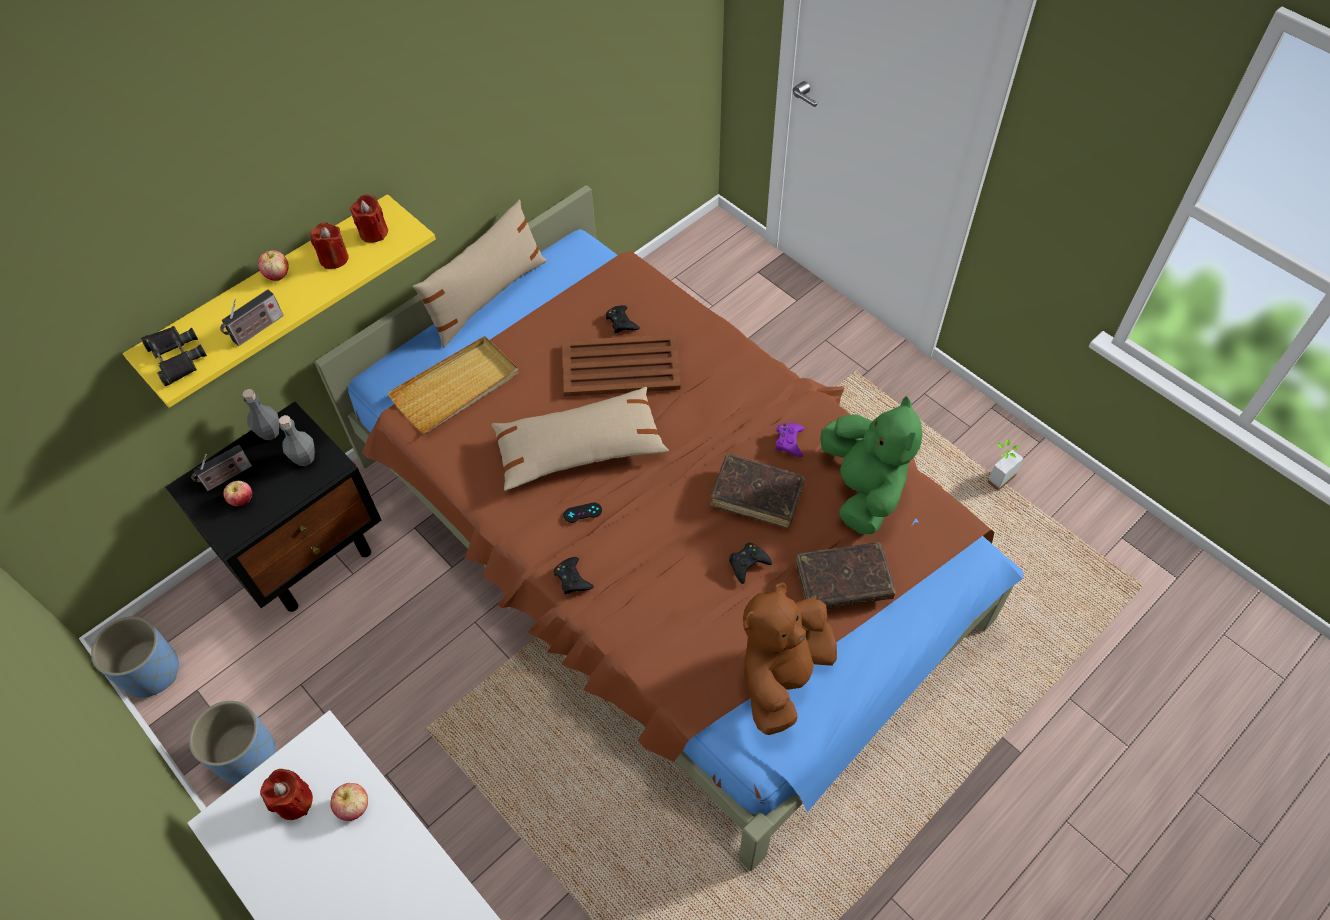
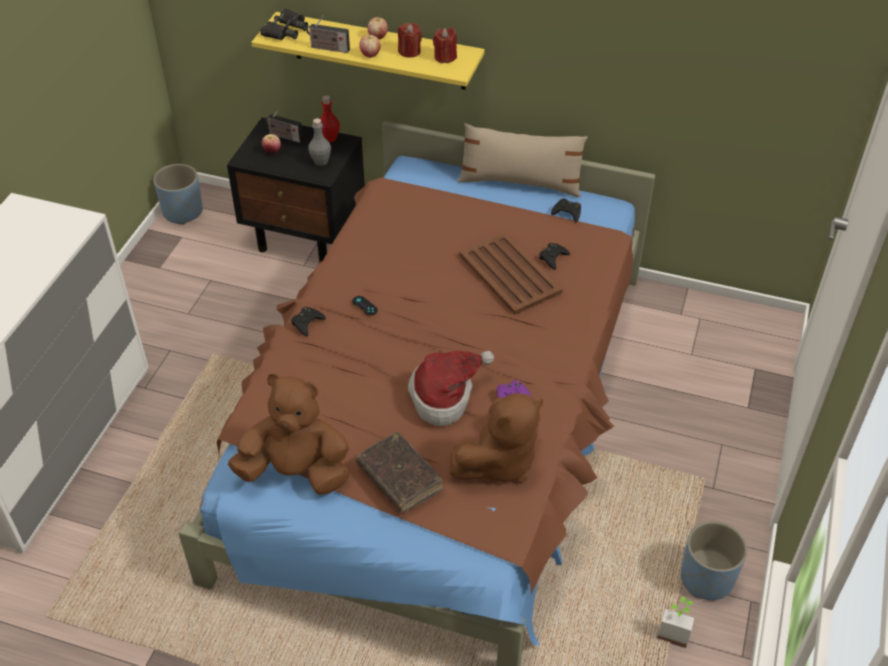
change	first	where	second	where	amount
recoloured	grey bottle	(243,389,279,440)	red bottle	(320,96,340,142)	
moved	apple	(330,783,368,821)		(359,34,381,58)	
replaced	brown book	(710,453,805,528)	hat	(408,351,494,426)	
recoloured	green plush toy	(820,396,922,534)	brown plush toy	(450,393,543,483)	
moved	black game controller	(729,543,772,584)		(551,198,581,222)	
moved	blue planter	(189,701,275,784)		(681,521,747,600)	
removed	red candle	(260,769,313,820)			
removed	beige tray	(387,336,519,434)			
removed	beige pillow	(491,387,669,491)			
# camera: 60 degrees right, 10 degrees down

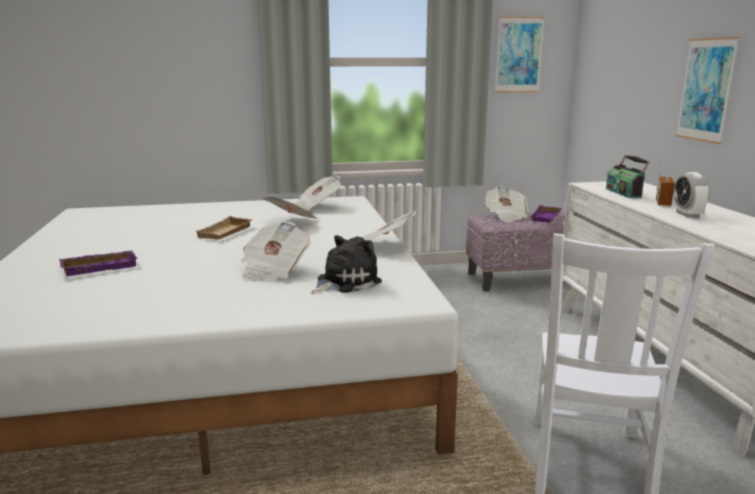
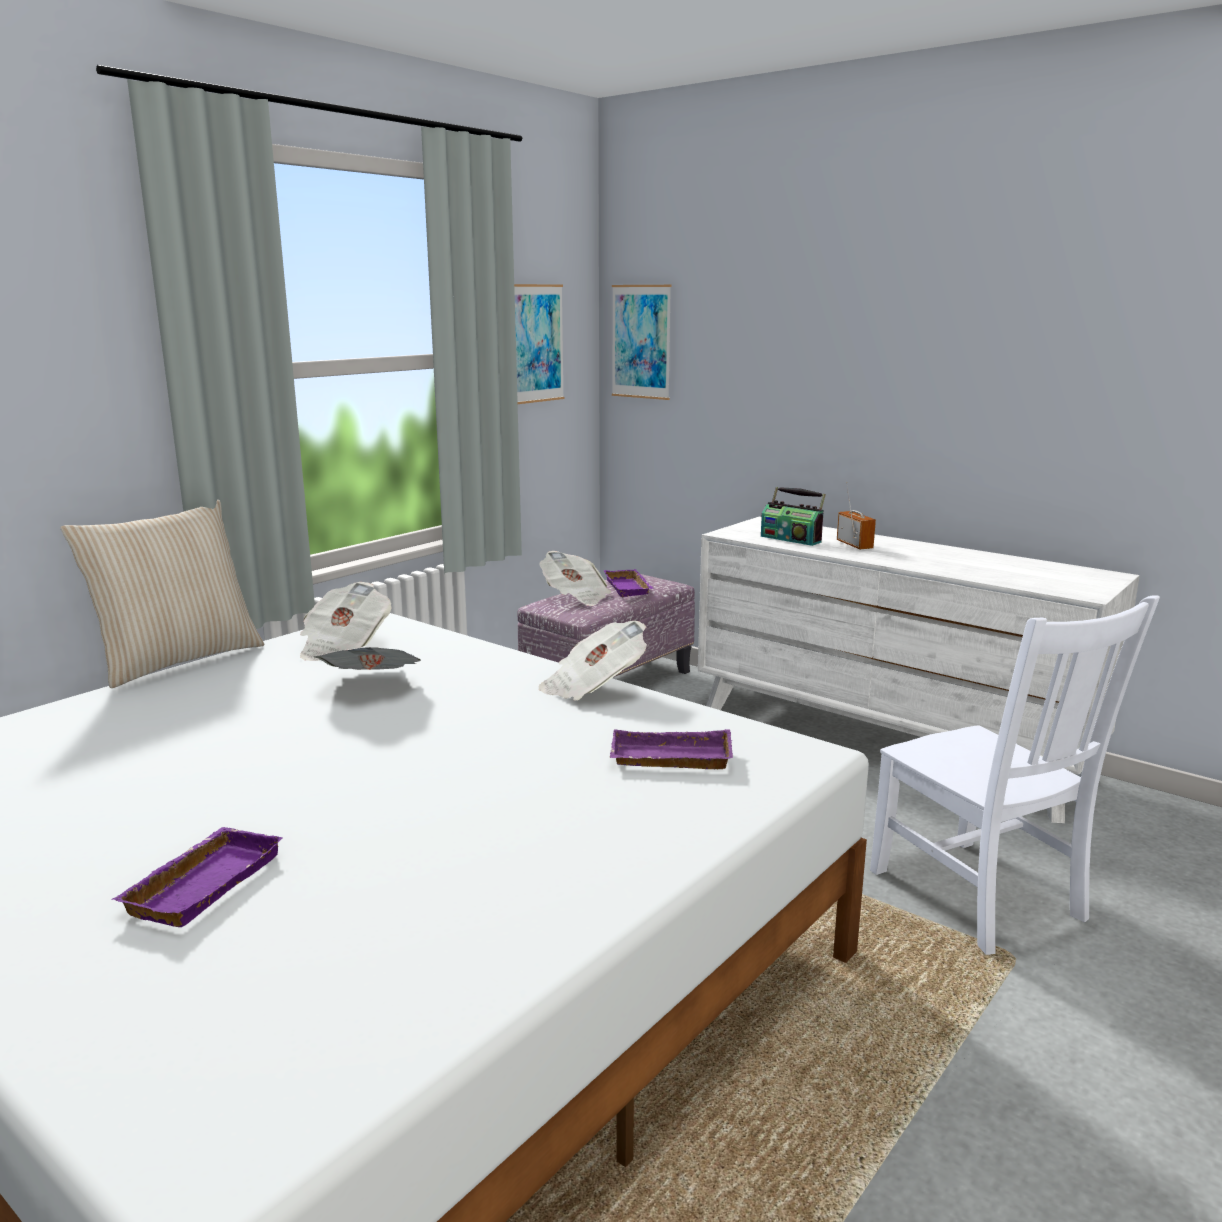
change	first	where	second	where	amount
added			beige pillow	(61,500,264,688)	
replaced	plush toy	(311,235,382,294)	purple tray	(609,729,733,769)	
moved	picture	(675,37,740,144)		(612,285,671,400)	
removed	beige tray	(197,216,253,240)			
removed	newspaper	(241,222,310,282)			
removed	alarm clock	(673,172,710,218)			
# camera: 40 degrees left, 0 degrees up

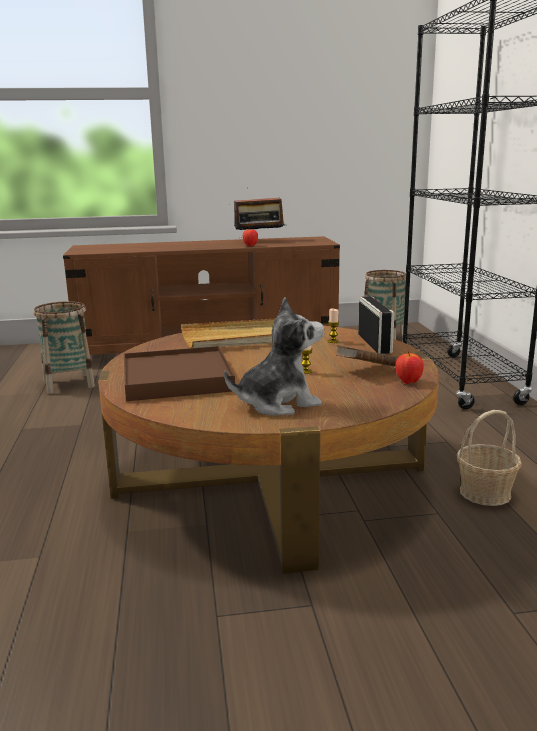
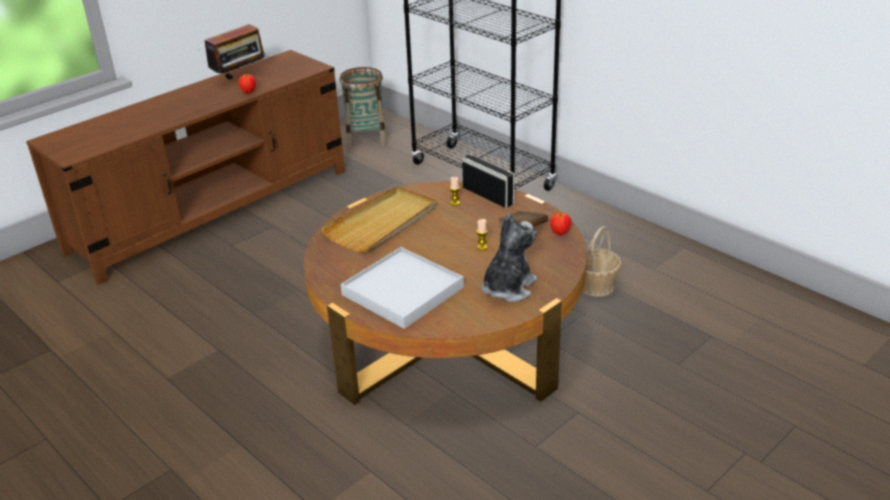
change	first	where	second	where	amount
recoloured	brown tray	(124,346,235,401)	white tray	(341,247,464,329)	
removed	basket	(34,301,95,394)			
# camera: 35 degrees left, 15 degrees up

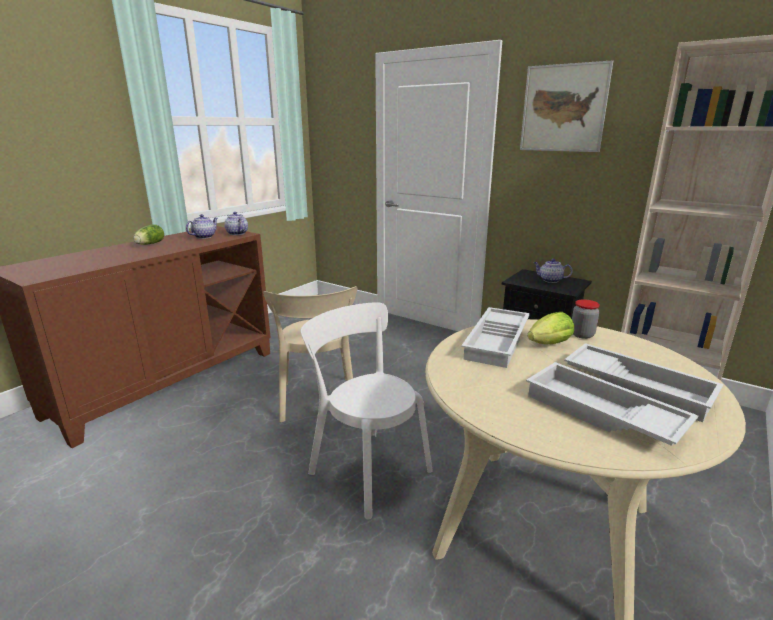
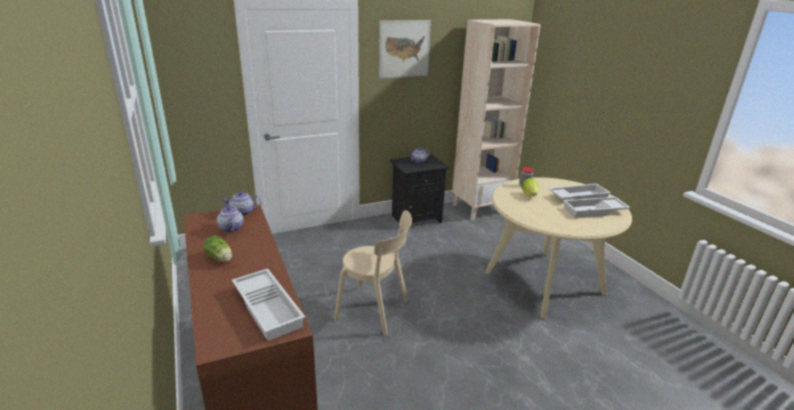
change	first	where	second	where	amount
moved	white tray	(461,307,530,368)		(232,269,306,341)	
removed	white chair	(301,302,433,519)			
# camera: 60 degrees left, 5 degrees up

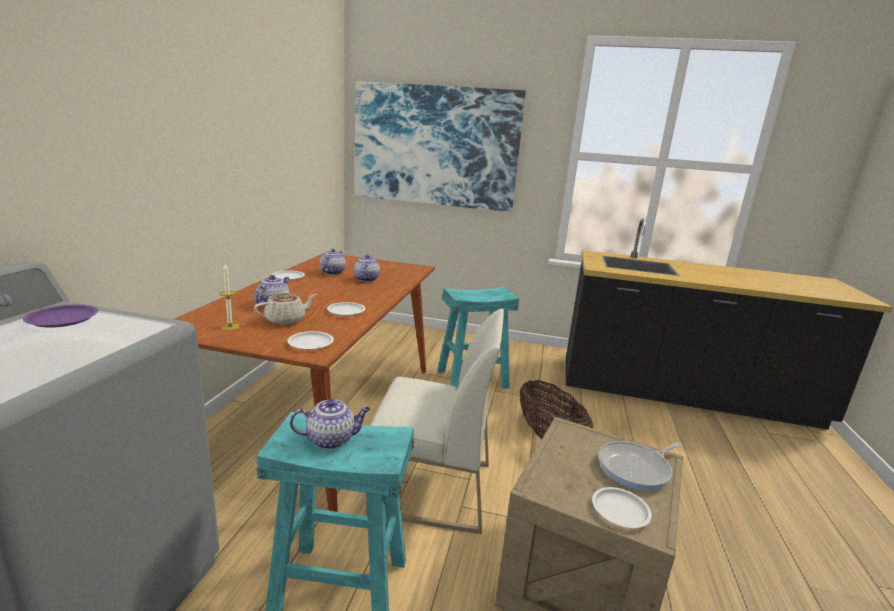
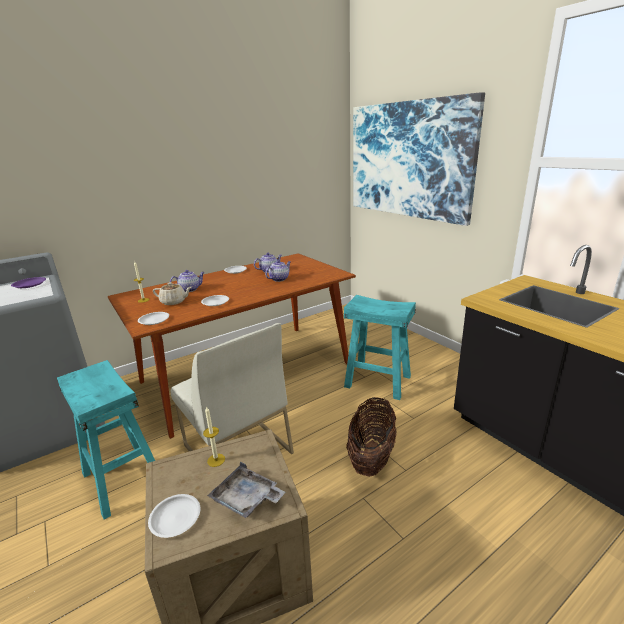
change	first	where	second	where	amount
added			candle	(203,406,225,467)	
replaced	frying pan	(598,441,683,491)	grey tray	(207,462,285,518)	
removed	teapot	(290,399,371,449)			
# camera: 45 degrees right, 5 degrees up

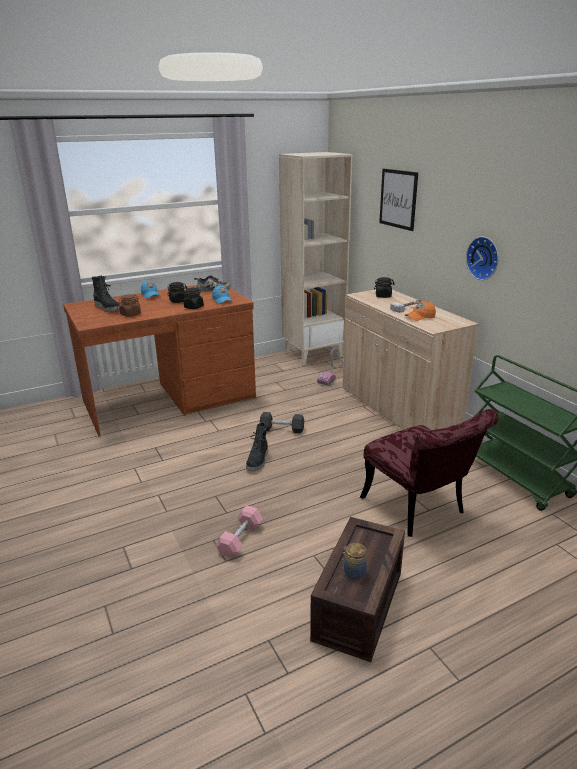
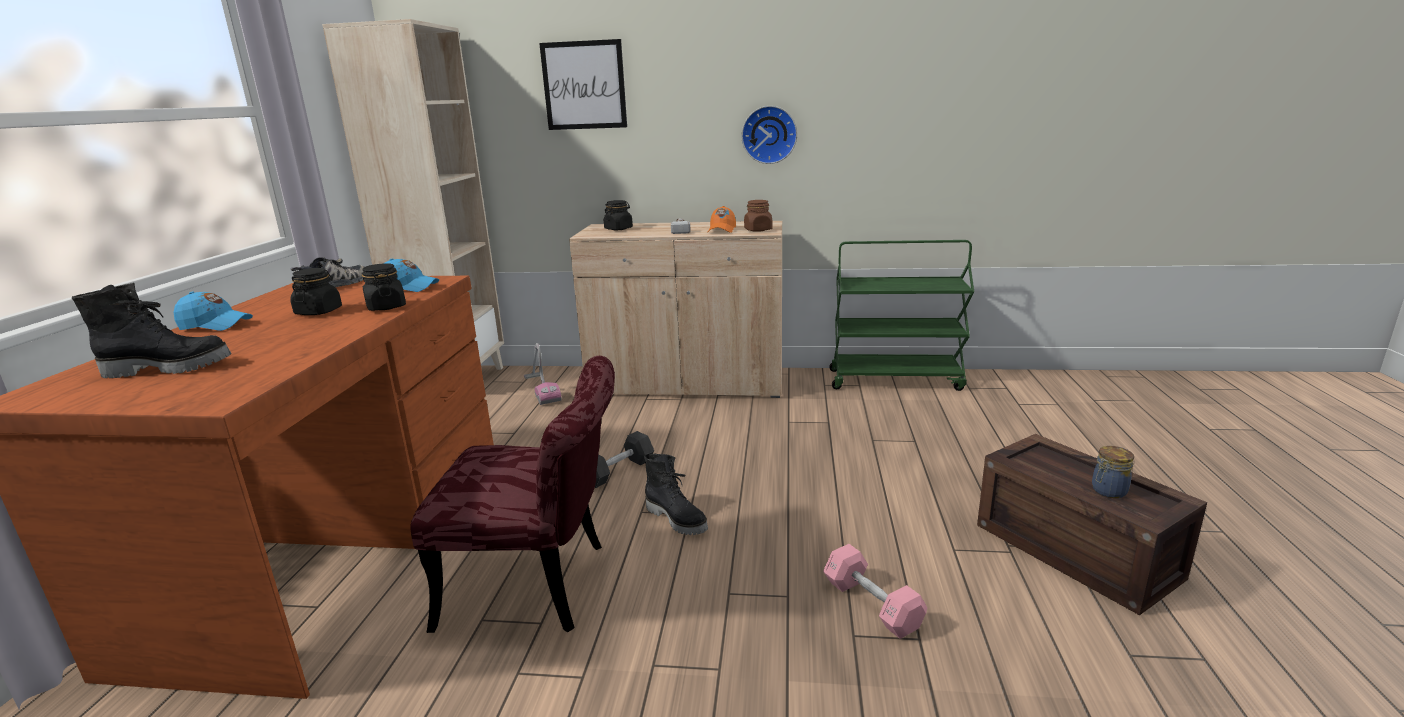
change	first	where	second	where	amount
moved	red chair	(360,409,499,537)		(411,356,615,633)	
moved	brown jar	(118,294,141,317)		(744,200,772,232)	
# camera: 55 degrees left, 5 degrees down

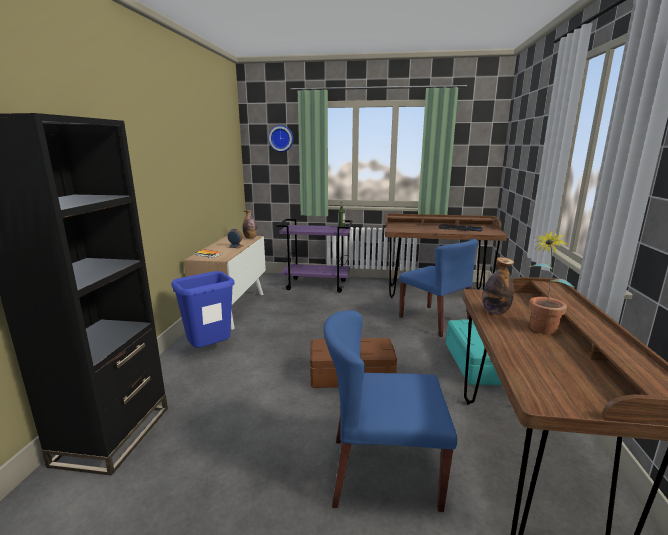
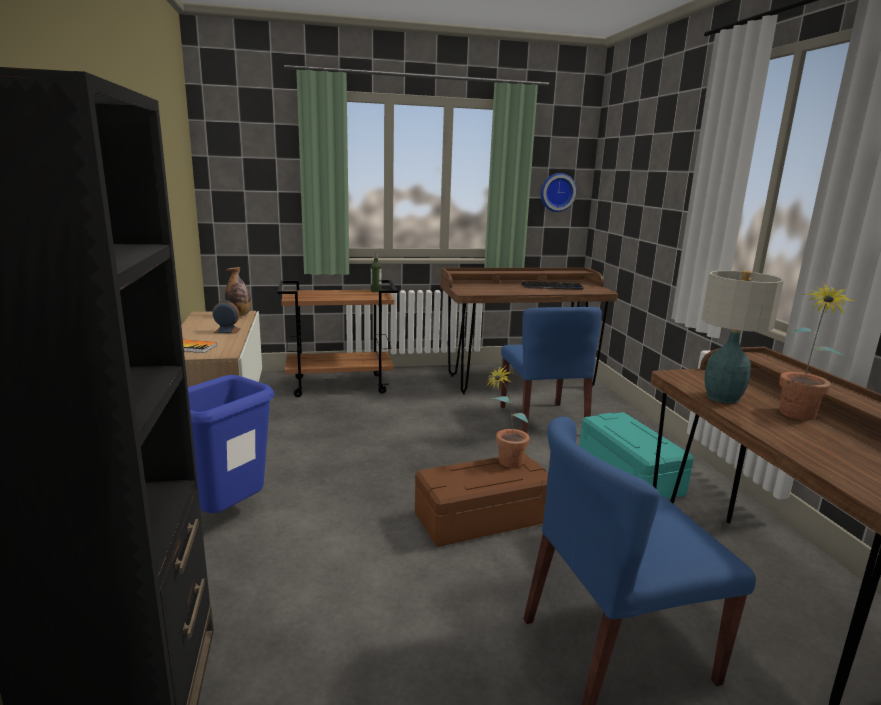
change	first	where	second	where	amount
recoloured	purple cart	(277,219,353,293)	brown cart	(277,280,398,397)	
added			potted plant	(485,365,530,468)	
turned	blue chair	(399,239,478,337)		(500,307,602,434)	45 degrees clockwise
moved	wall clock	(268,125,293,152)		(541,173,576,212)	
replaced	bottle	(482,257,514,314)	table lamp	(702,270,784,404)	
# camera: 20 degrees left, 0 degrees up

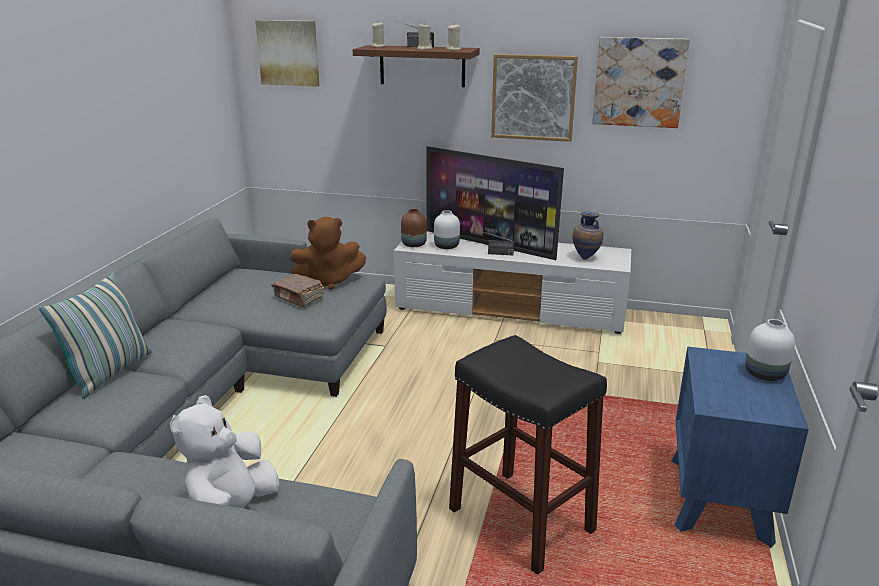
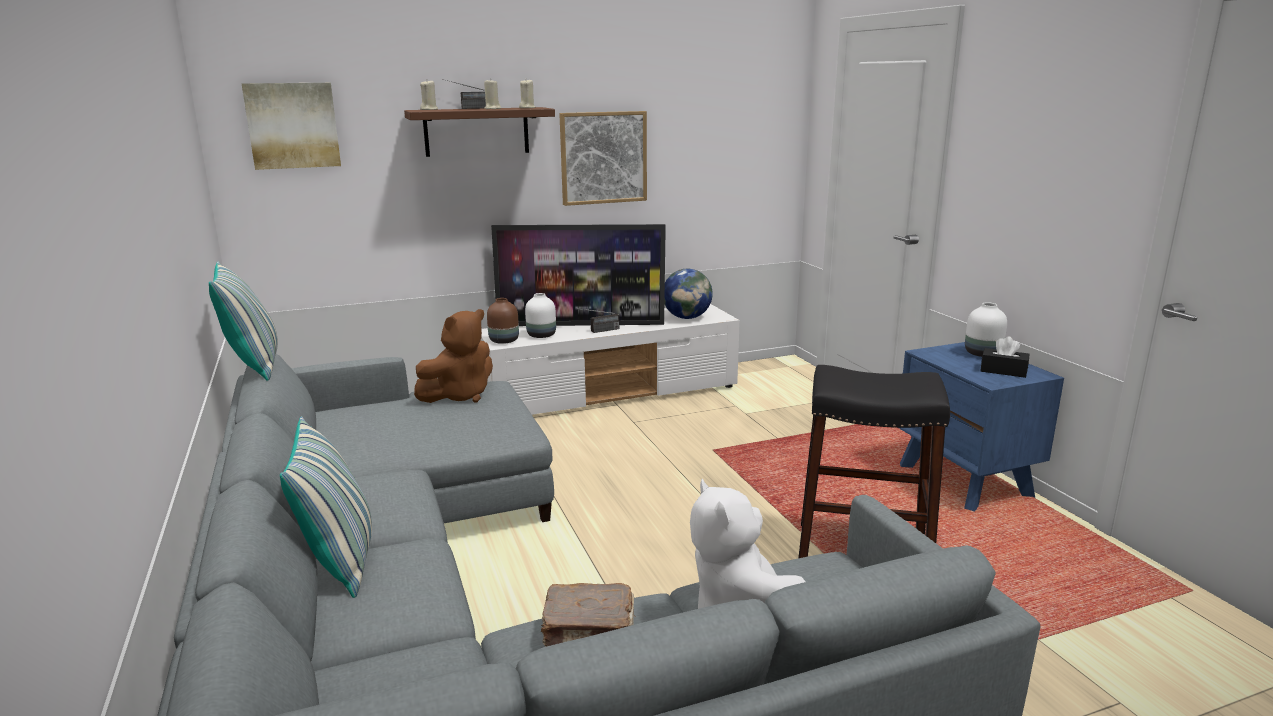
change	first	where	second	where	amount
added			pillow	(209,261,278,381)	
moved	brown book	(272,274,324,307)		(541,583,635,647)	
replaced	vase	(573,211,603,260)	globe	(664,269,713,319)	
added			black tissue box	(980,336,1029,378)	
removed	picture	(592,37,690,128)			
# camera: 35 degrees left, 5 degrees down

